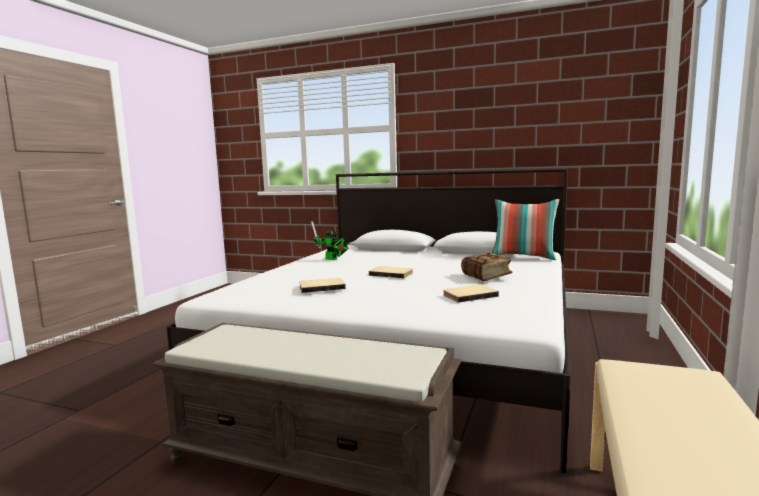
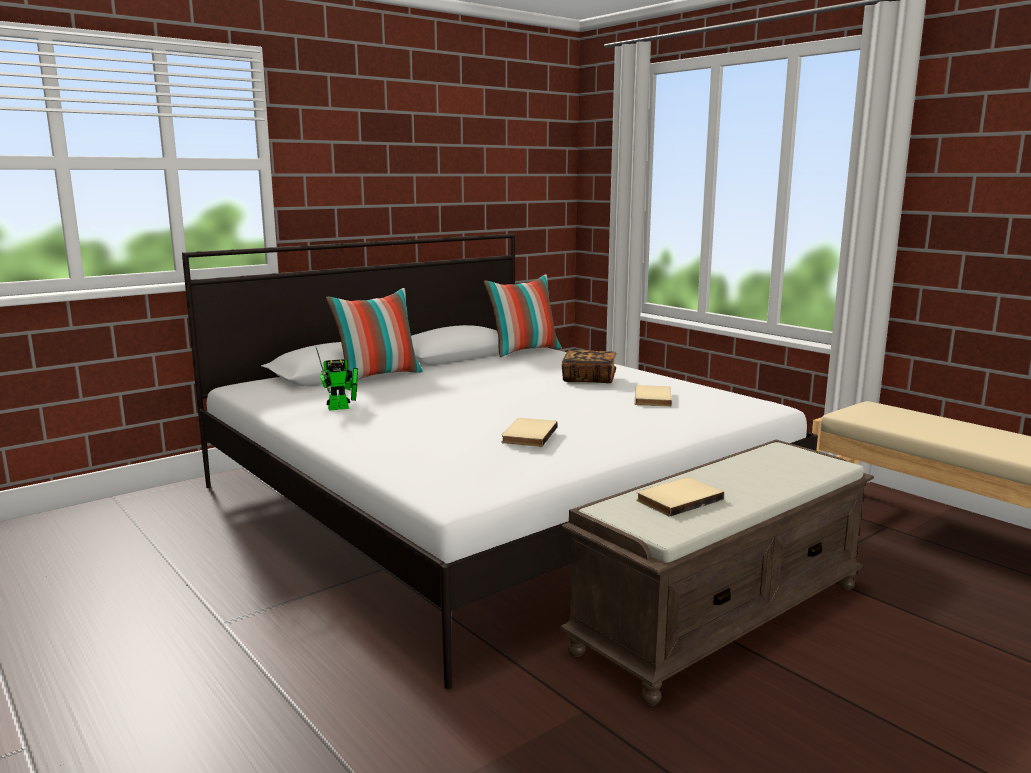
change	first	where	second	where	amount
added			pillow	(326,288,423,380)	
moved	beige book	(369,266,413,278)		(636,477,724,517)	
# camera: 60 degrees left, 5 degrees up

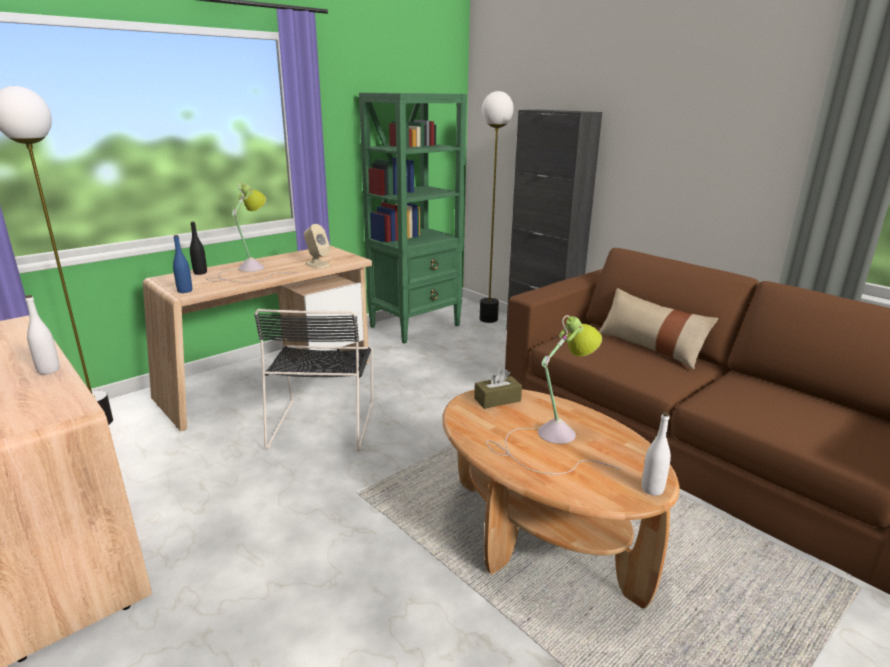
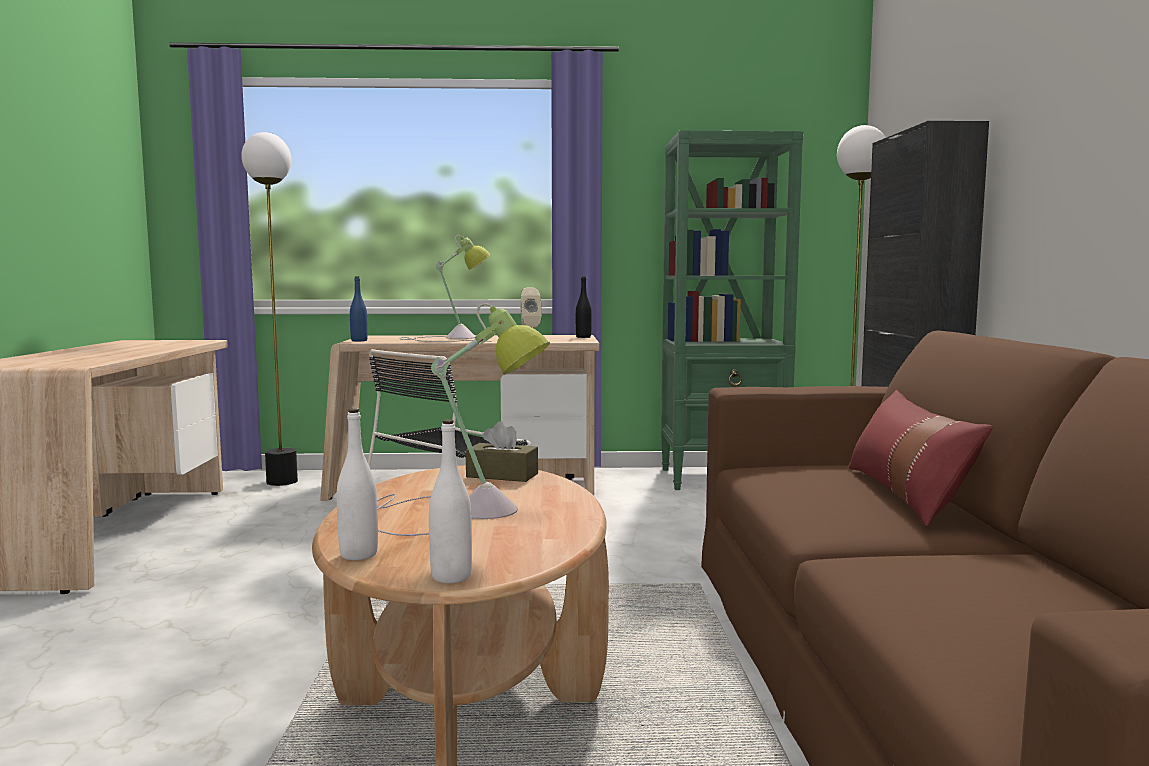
change	first	where	second	where	amount
moved	white bottle	(25,295,60,374)		(337,409,378,560)	
moved	black bottle	(190,221,207,275)		(576,276,592,338)	
recoloured	beige pillow	(599,288,718,369)	red pillow	(848,390,993,526)	
# camera: 40 degrees right, 15 degrees down

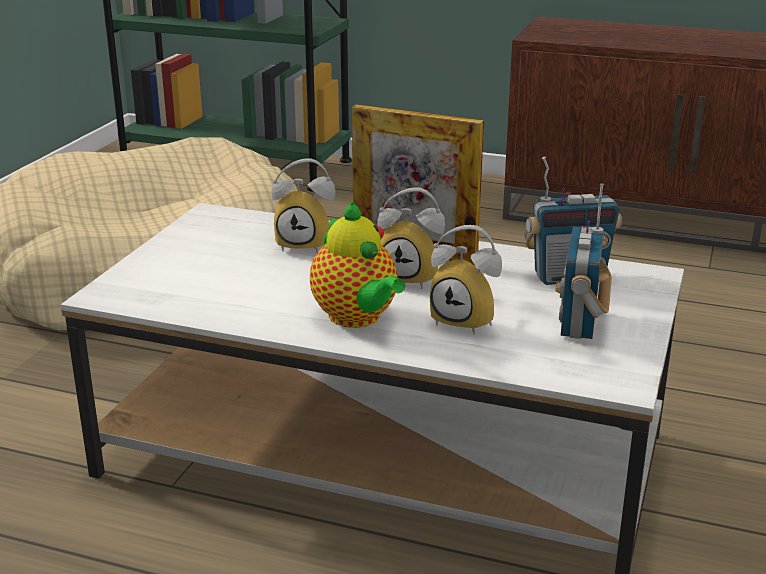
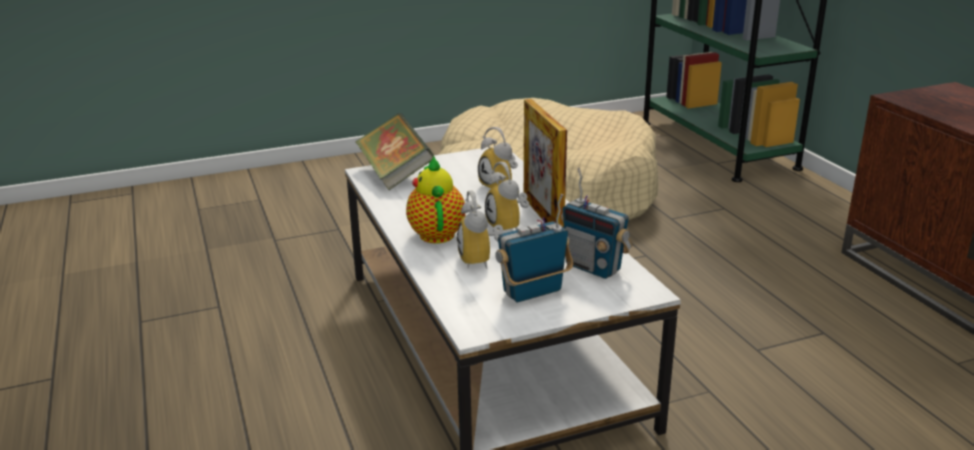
change	first	where	second	where	amount
added			book	(356,113,434,190)	
turned	teapot	(310,201,406,328)		(406,156,465,244)	150 degrees clockwise
# camera: 50 degrees right, 0 degrees up

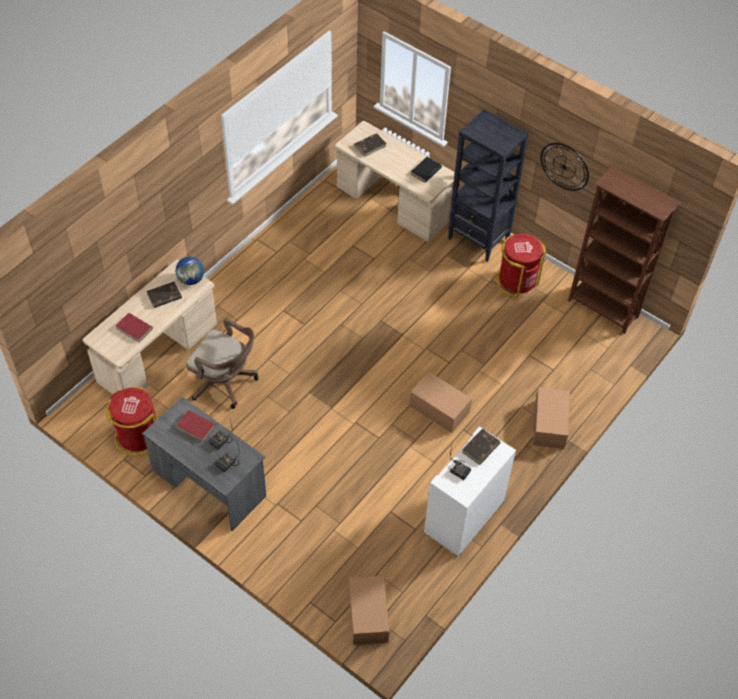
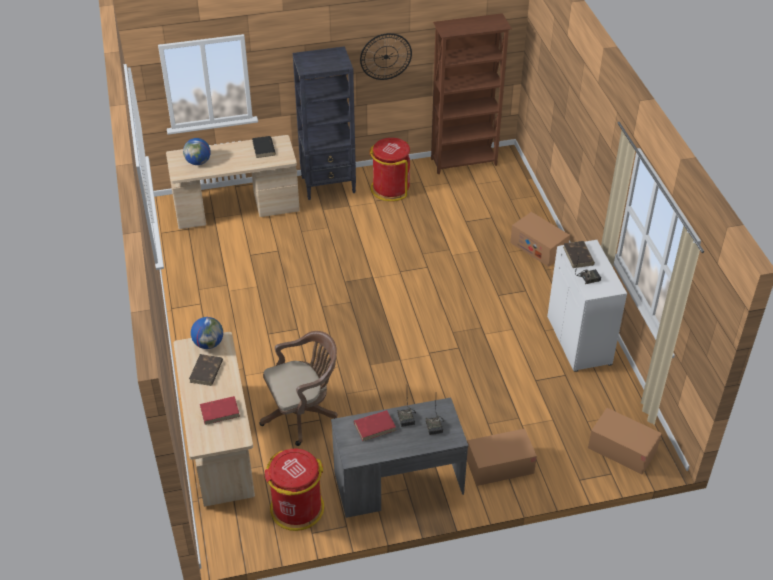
change	first	where	second	where	amount
replaced	brown book	(354,133,387,157)	globe	(183,138,211,165)	
moved	cardboard box	(409,372,472,433)		(467,429,537,486)	
# camera: 50 degrees left, 10 degrees down

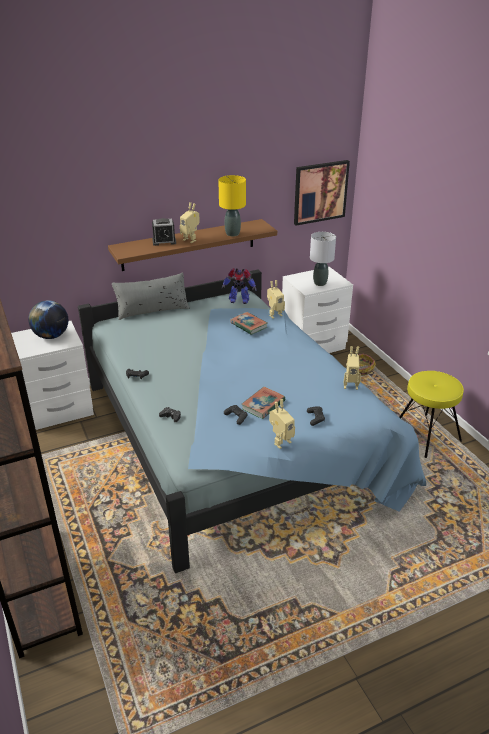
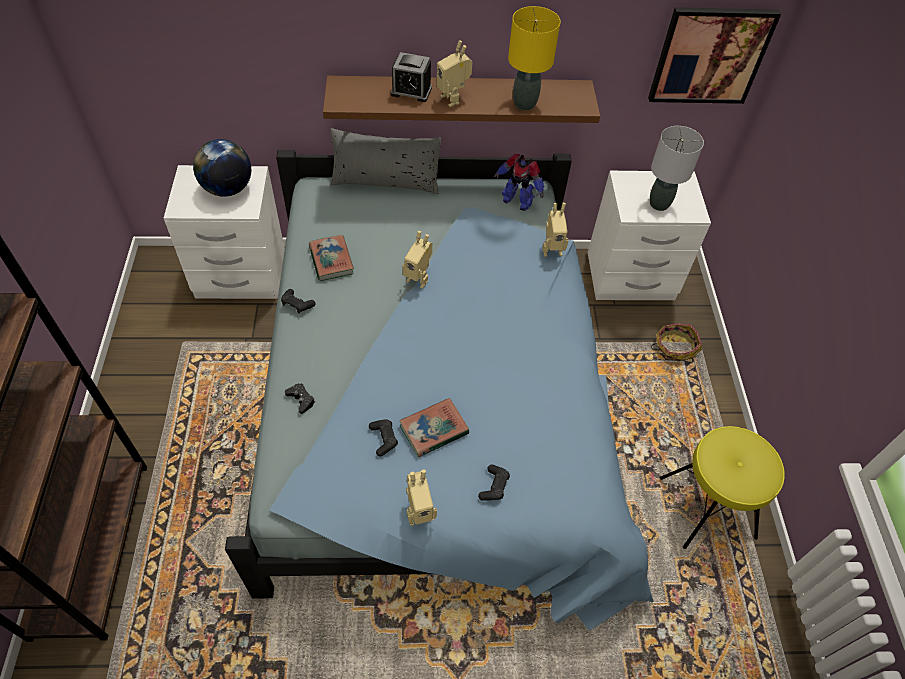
change	first	where	second	where	amount
moved	book	(230,312,267,335)		(309,235,354,281)	
moved	toy robot	(344,346,361,390)		(403,231,432,289)	
# camera: 20 degrees right, 20 degrees up

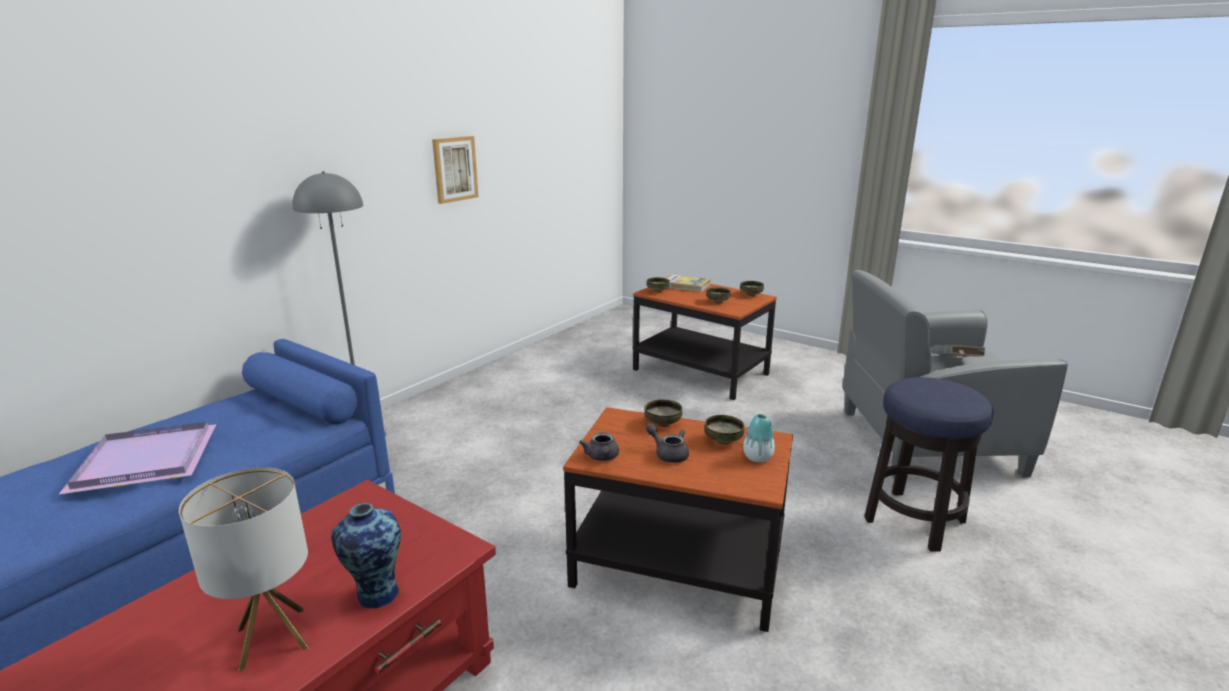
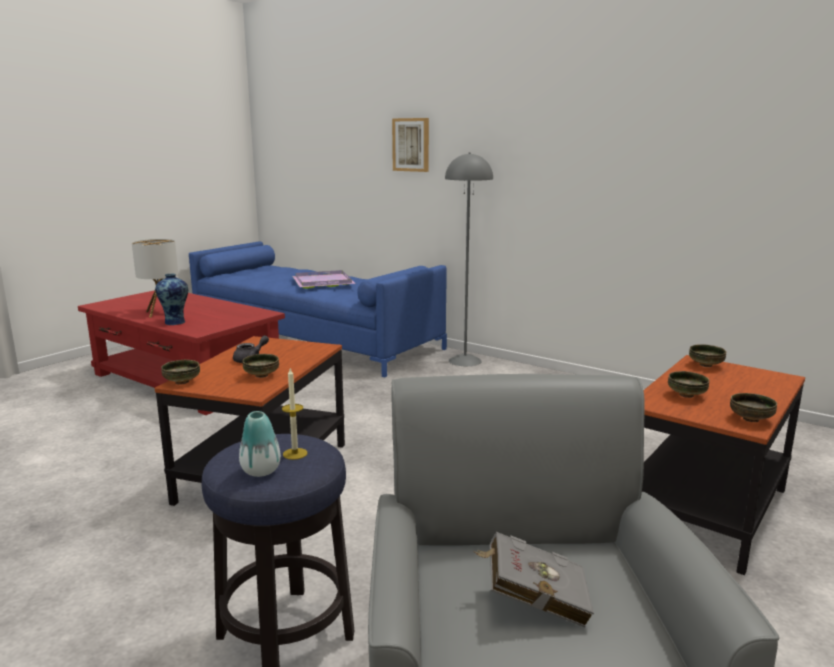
change	first	where	second	where	amount
moved	bowl	(644,399,683,427)		(161,360,200,385)	
moved	vase	(743,414,775,462)		(239,411,281,477)	
added			candle	(282,369,307,460)	
moved	picture	(432,136,479,204)		(392,118,429,172)	
removed	grey teapot	(579,432,619,461)			
removed	book	(665,274,710,292)			
# camera: 90 degrees right, 5 degrees down

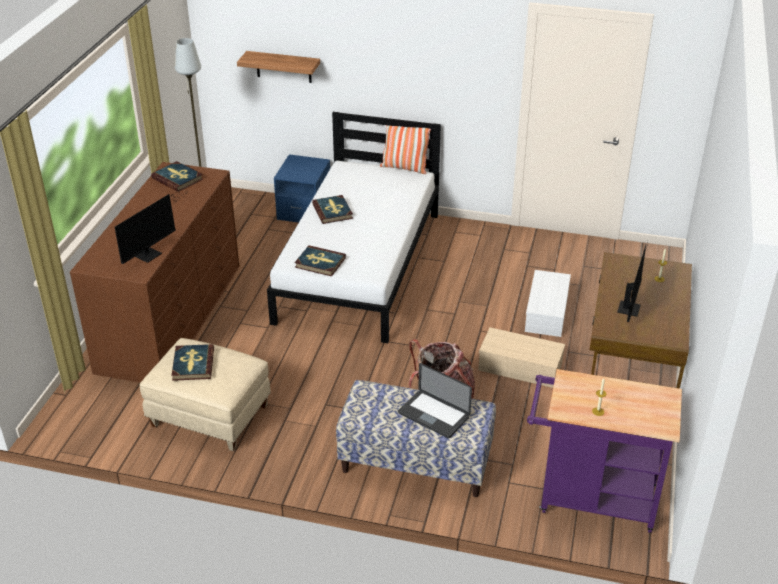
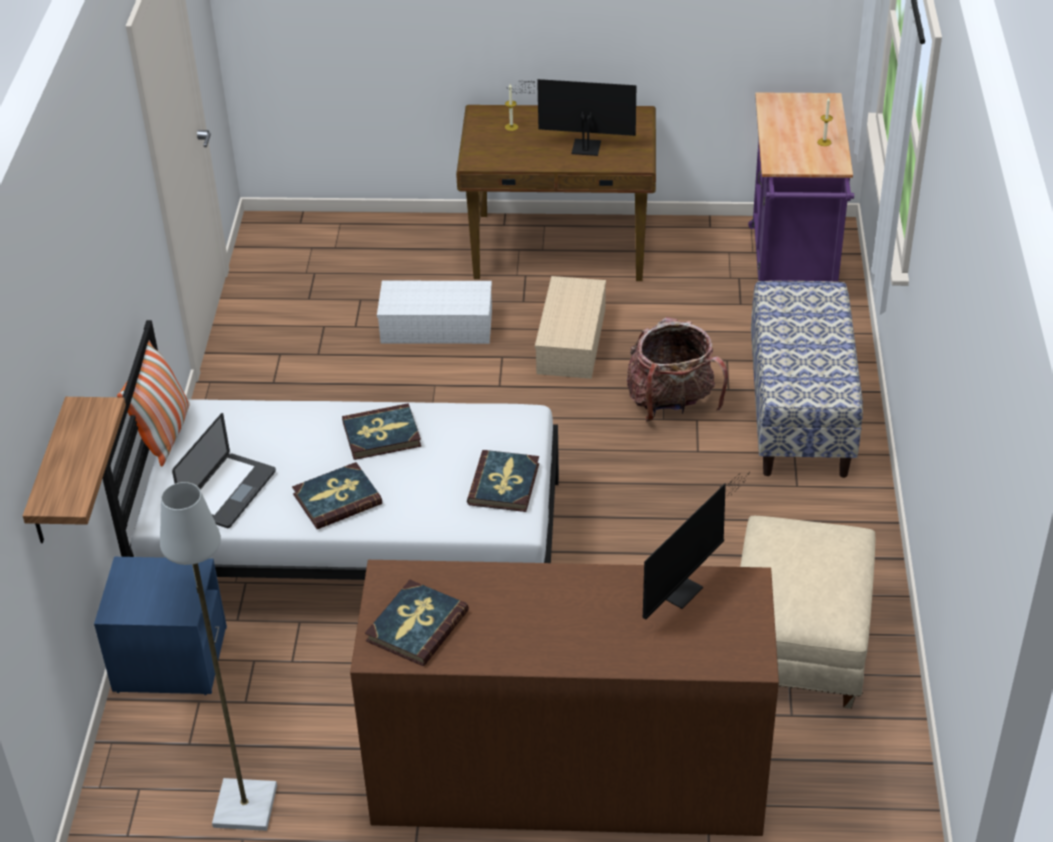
change	first	where	second	where	amount
moved	laptop	(398,363,472,438)		(172,413,276,528)	
moved	book	(171,344,214,381)		(342,403,421,460)	
turned	monitor	(115,190,185,264)		(643,474,744,619)	105 degrees clockwise
# camera: 100 degrees left, 5 degrees up

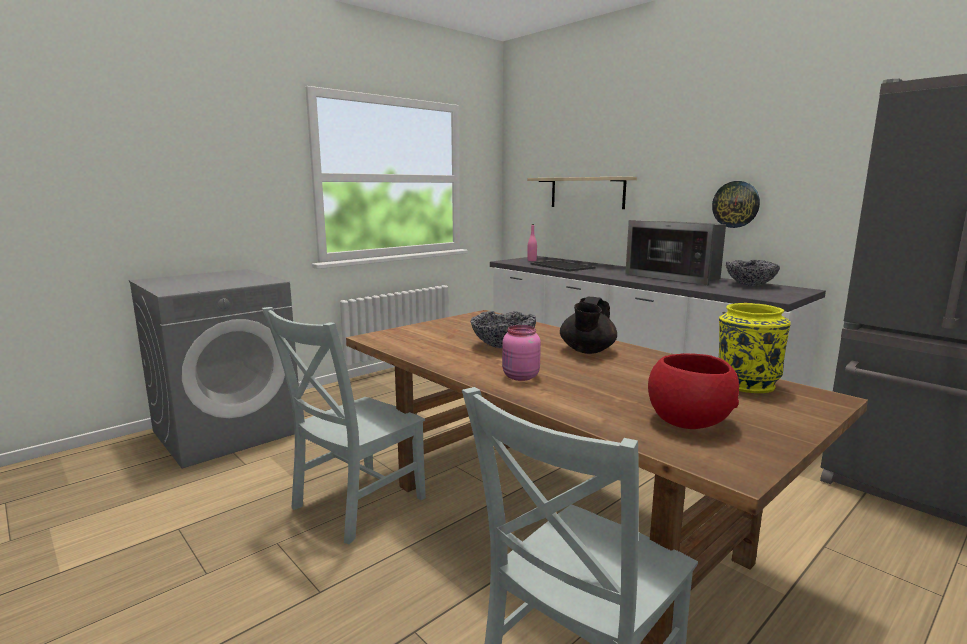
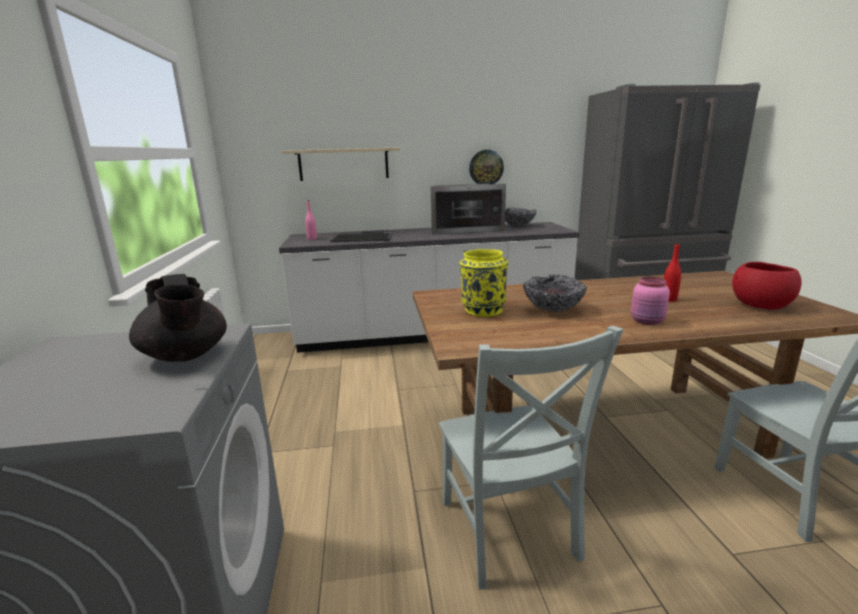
change	first	where	second	where	amount
moved	black teapot	(560,296,617,354)		(129,274,227,362)	
moved	yellow vase	(718,303,791,393)		(459,249,508,317)	
added			red bottle	(664,243,681,302)	
# camera: 55 degrees left, 5 degrees up

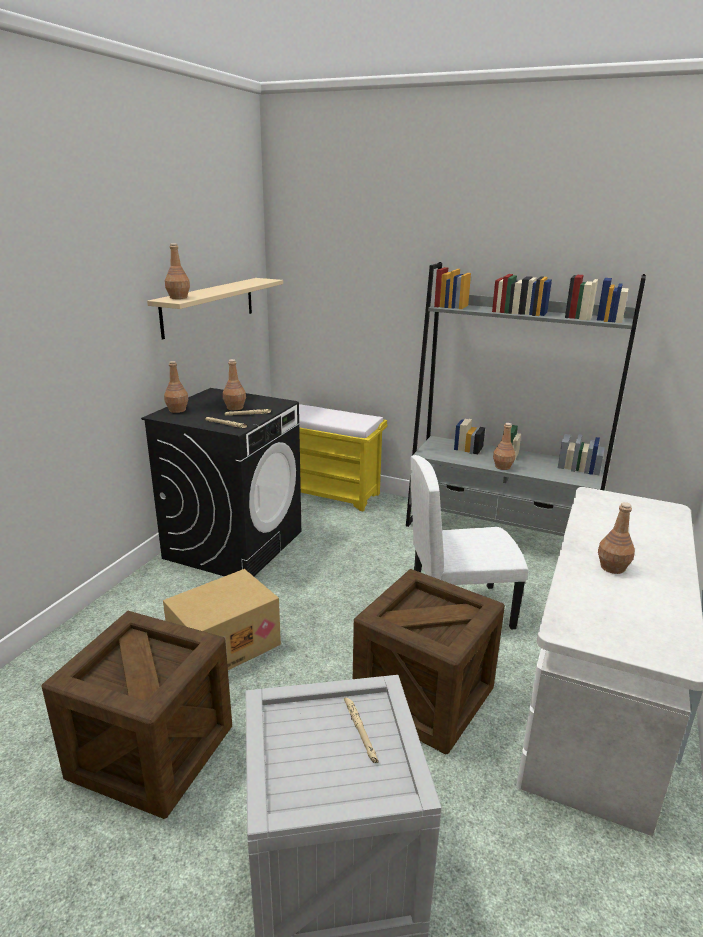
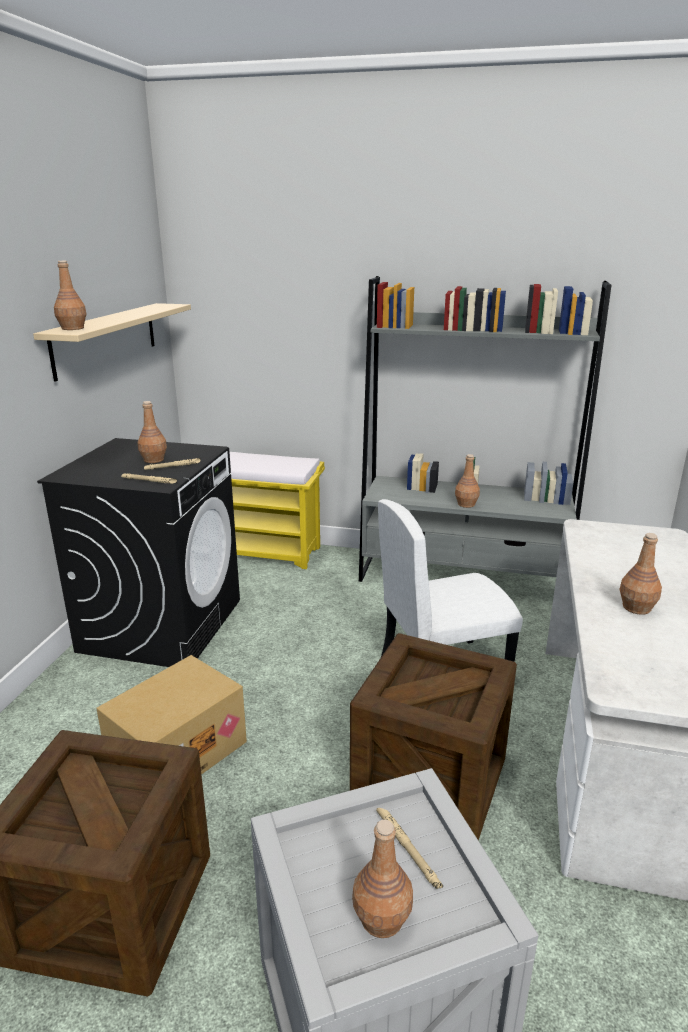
change	first	where	second	where	amount
moved	brown bottle	(164,361,188,413)		(352,819,413,938)	
# camera: 10 degrees left, 0 degrees up

